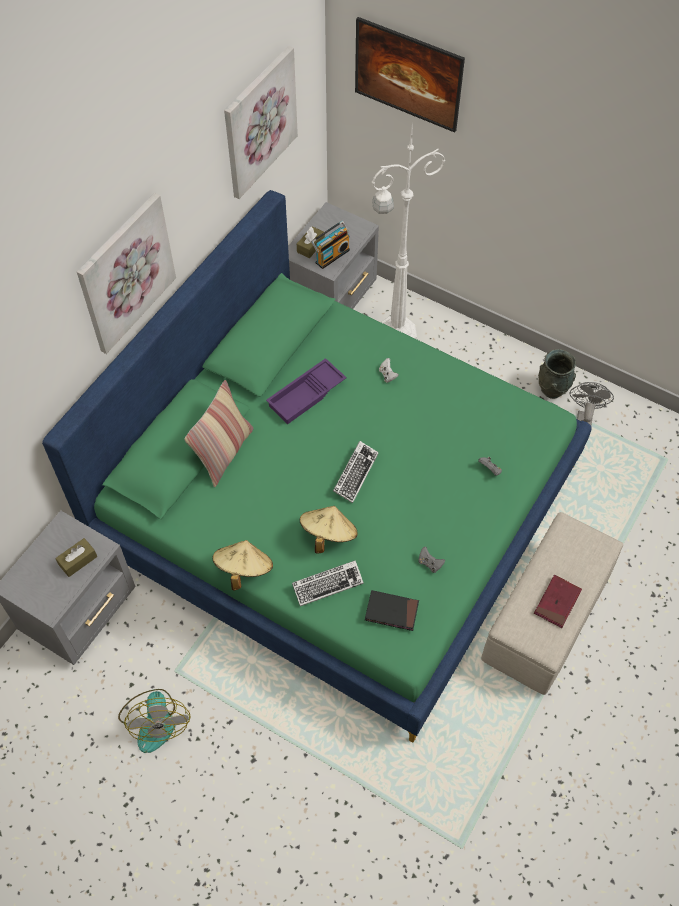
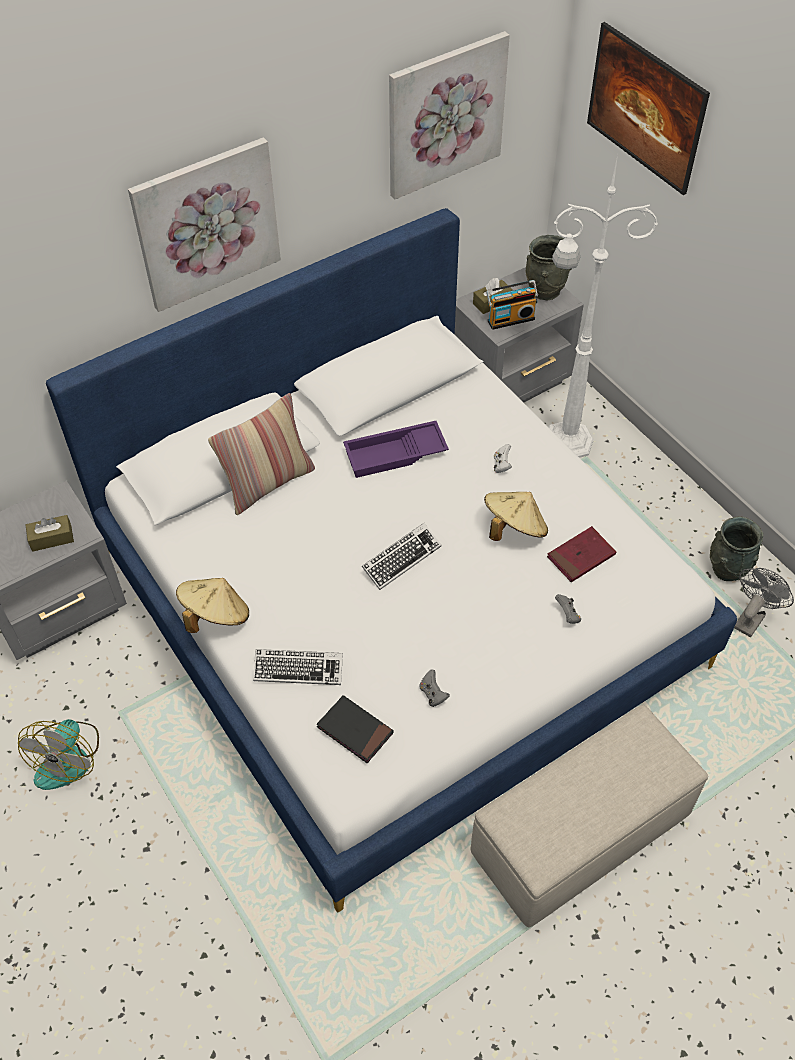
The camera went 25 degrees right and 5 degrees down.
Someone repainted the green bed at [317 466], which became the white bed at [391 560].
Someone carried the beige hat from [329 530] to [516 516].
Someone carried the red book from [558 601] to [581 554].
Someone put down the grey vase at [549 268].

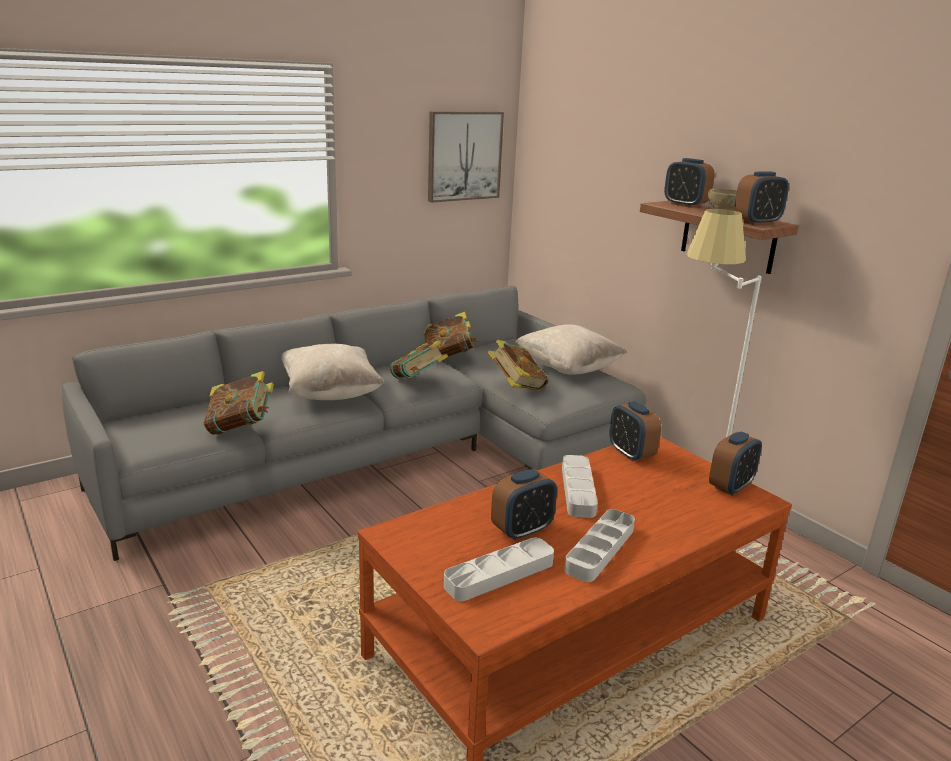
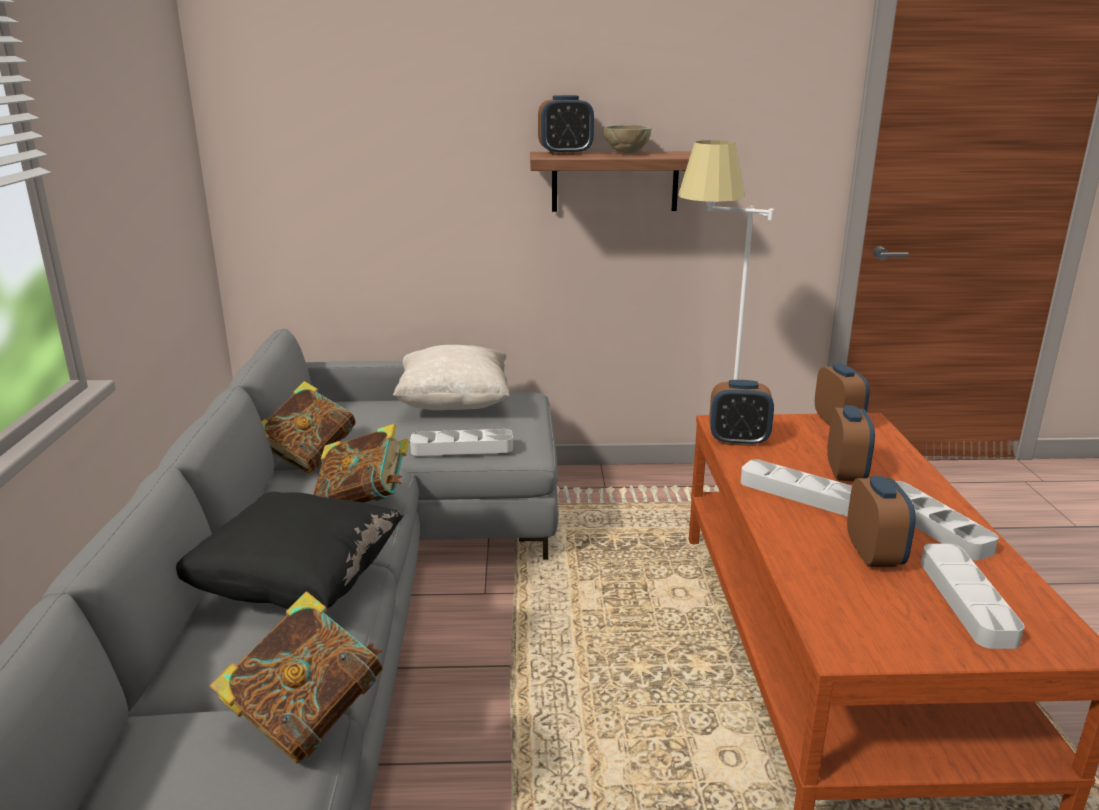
The camera went 55 degrees left and 0 degrees up.
Someone repainted the beige pillow at [332 372], which became the black pillow at [290 550].
Someone took away the picture at [466 157].
Someone swapped the book at [518 365] for the grey tray at [461 442].
Someone carried the alarm clock from [761 198] to [851 443].

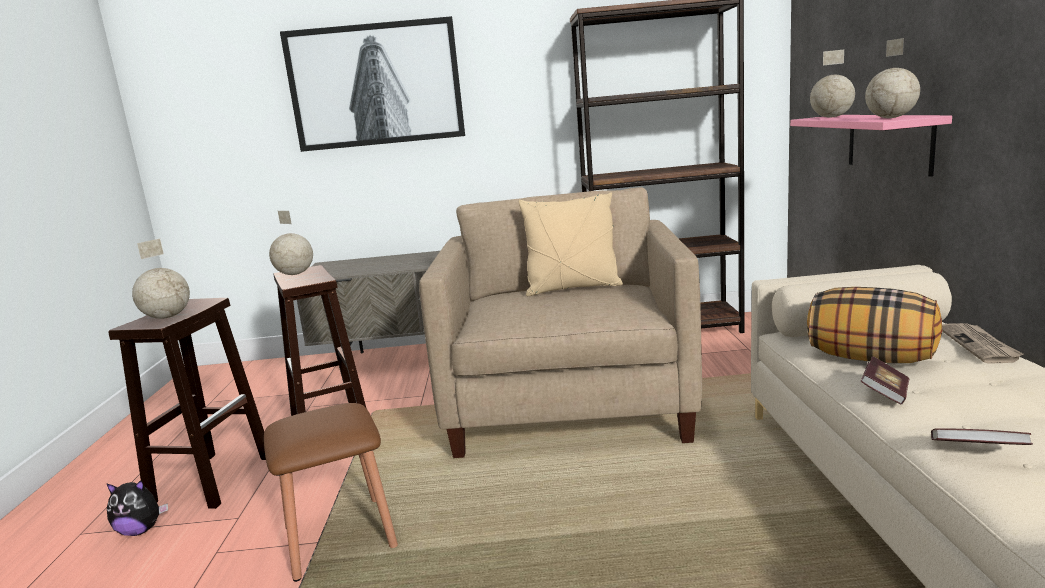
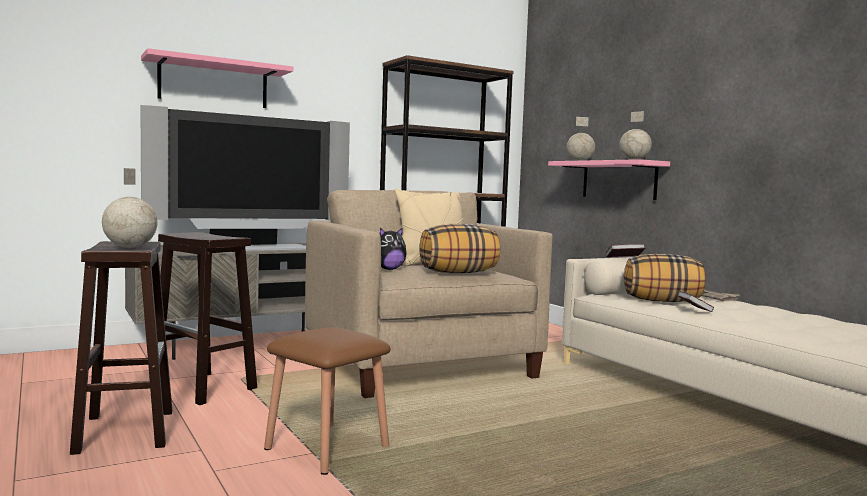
The camera went 30 degrees left and 10 degrees down.
Someone carried the plush toy from [137 508] to [393 248].
Someone took away the globe at [291 243].
Someone swapped the picture at [372 84] for the pink shelf at [217 78].
Someone carried the book from [982 436] to [625 250].
Someone put down the television at [245 178].
Someone put down the pillow at [459 248].

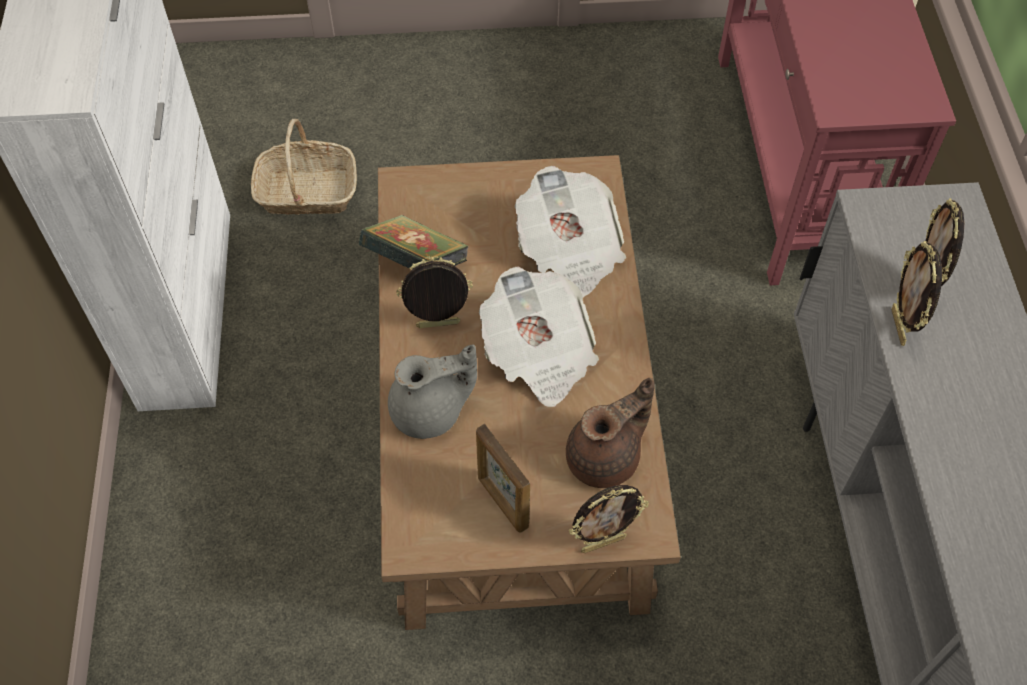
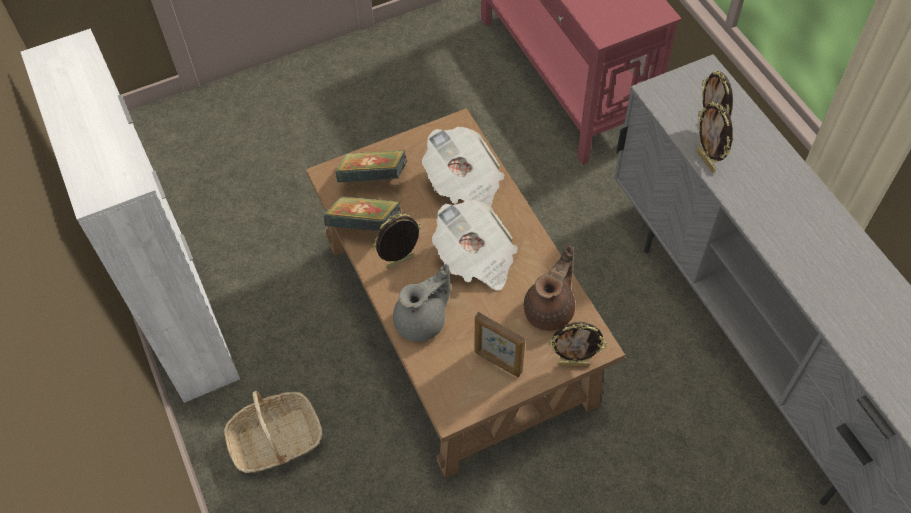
The camera went 20 degrees left and 0 degrees up.
Someone carried the basket from [304 167] to [273 432].
Someone rotated the picture frame at [608 519] by 45 degrees clockwise.
Someone put down the book at [371 166].

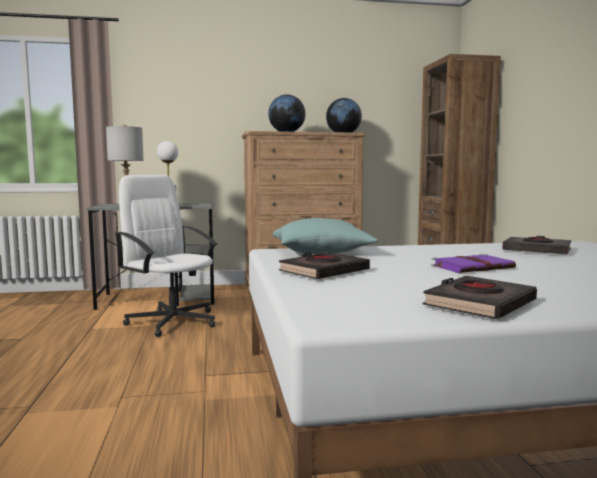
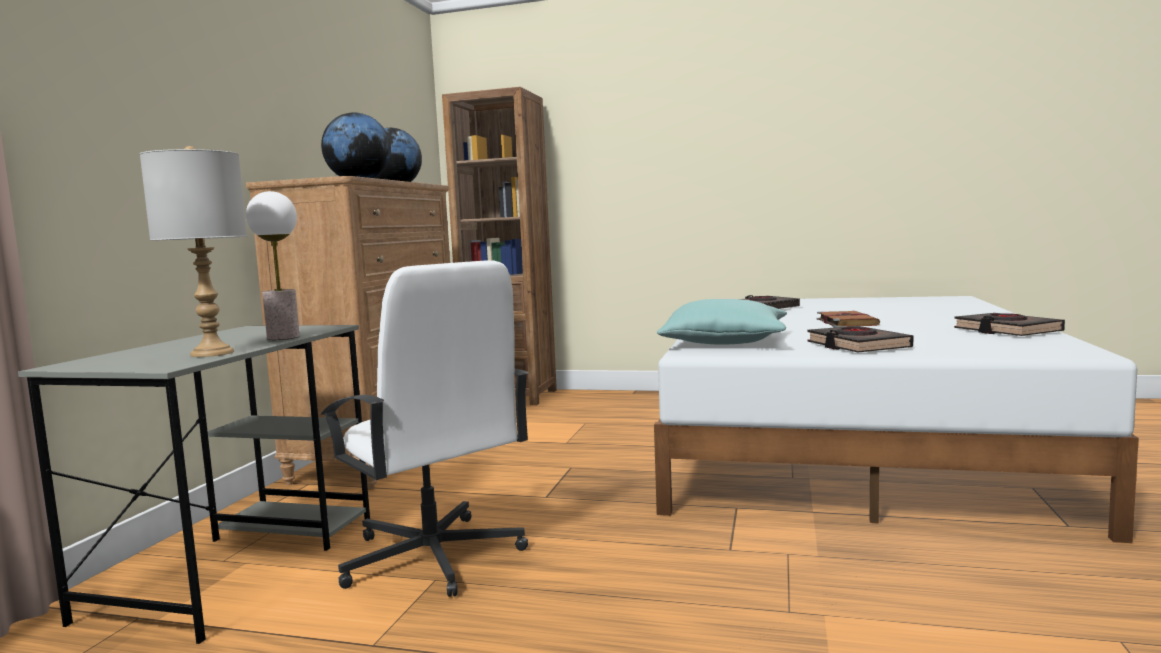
The camera went 65 degrees left and 0 degrees up.
Someone rotated the white office chair at [166 256] by 105 degrees counterclockwise.
Someone repainted the purple book at [473 263], which became the brown book at [848 319].

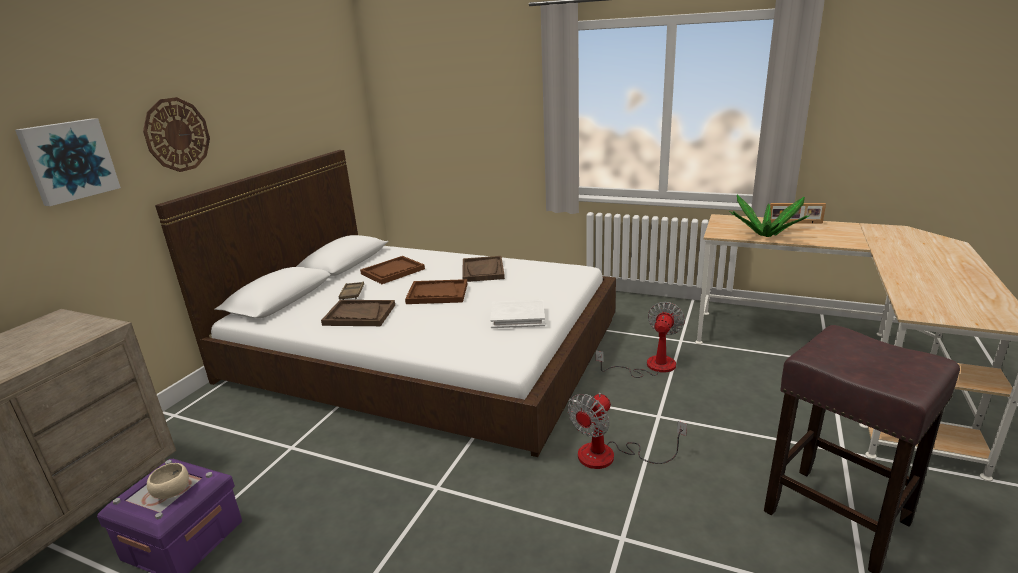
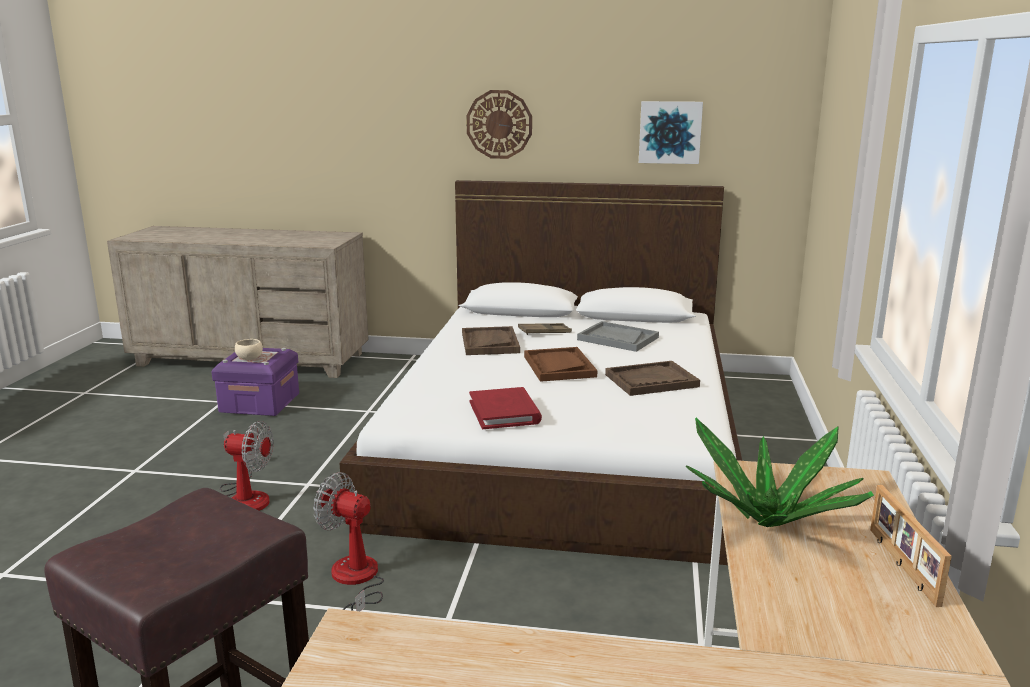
The camera went 75 degrees right and 5 degrees down.
Someone carried the picture from [68 162] to [671 132].
Someone repainted the brown tray at [392 270], which became the grey tray at [618 336].
Someone repainted the white book at [517 313], which became the red book at [505 408].
Someone carried the fan from [640 340] to [247 466].

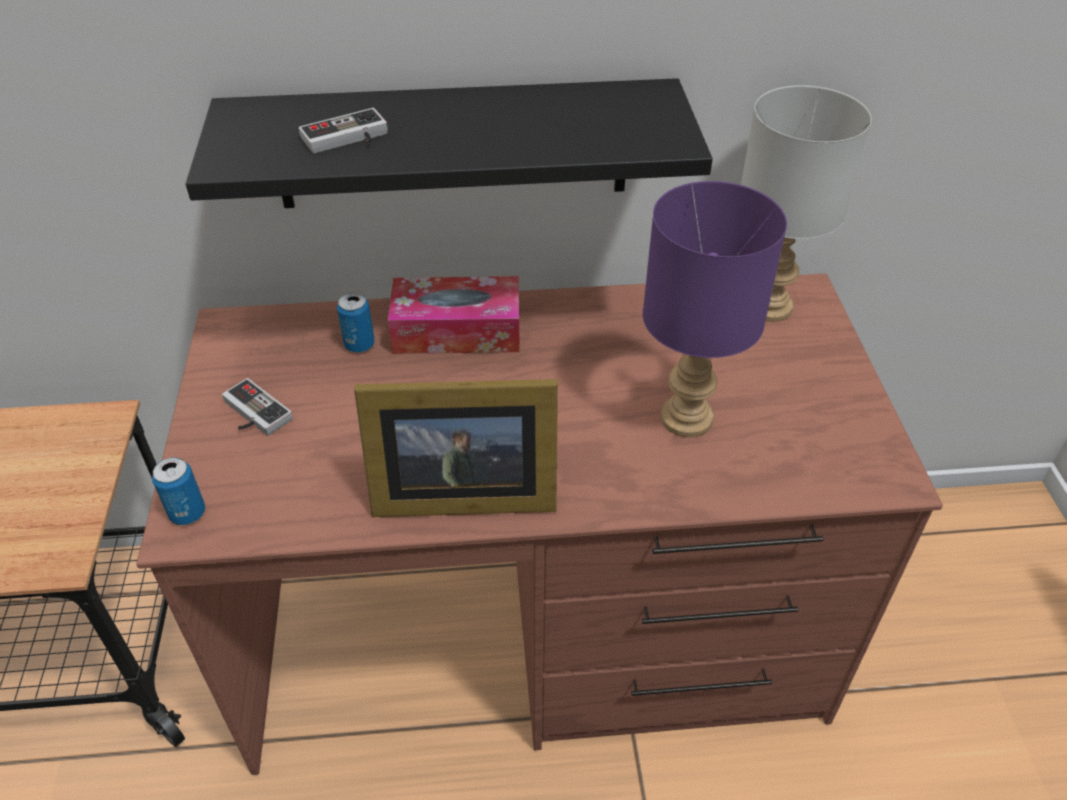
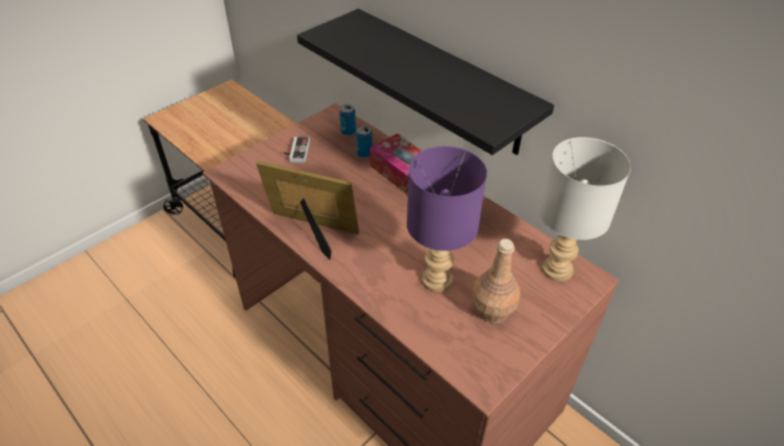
The camera went 50 degrees right and 0 degrees up.
Someone carried the can from [178 491] to [347 120].
Someone took away the game controller at [343 131].
Someone rotated the picture frame at [456 448] by 150 degrees clockwise.
Someone put down the brown bottle at [496 281].

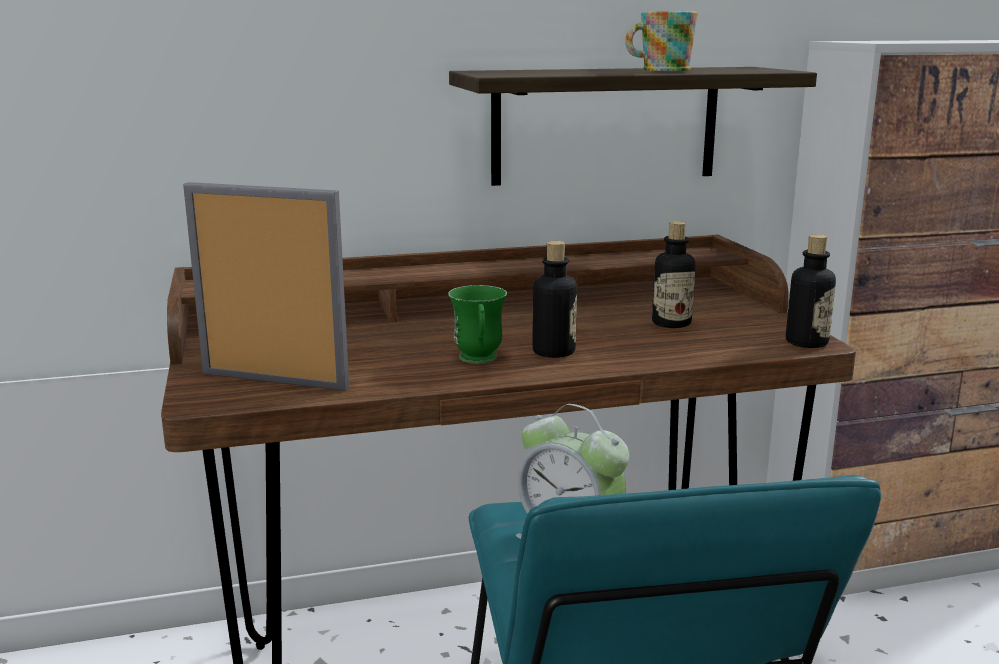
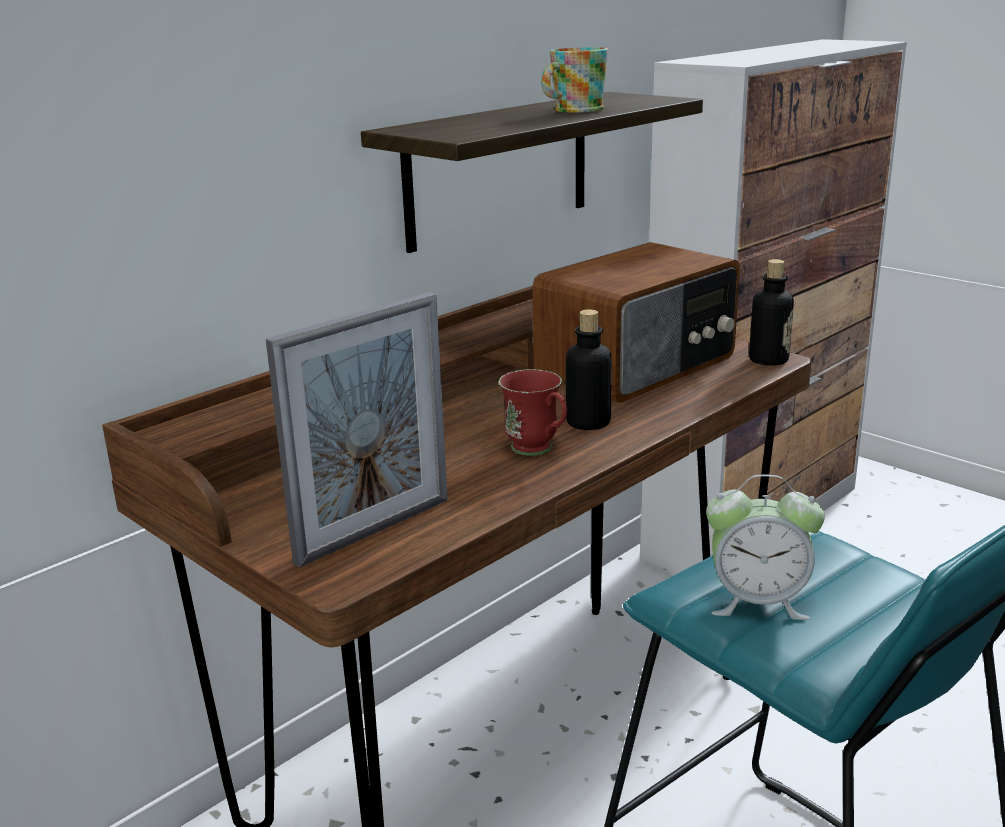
The camera went 30 degrees left and 5 degrees up.
Someone rotated the picture frame at [266 286] by 150 degrees clockwise.
Someone repainted the green mug at [477 324], which became the red mug at [533 412].
Someone swapped the bottle at [673 274] for the radio at [636 322].

